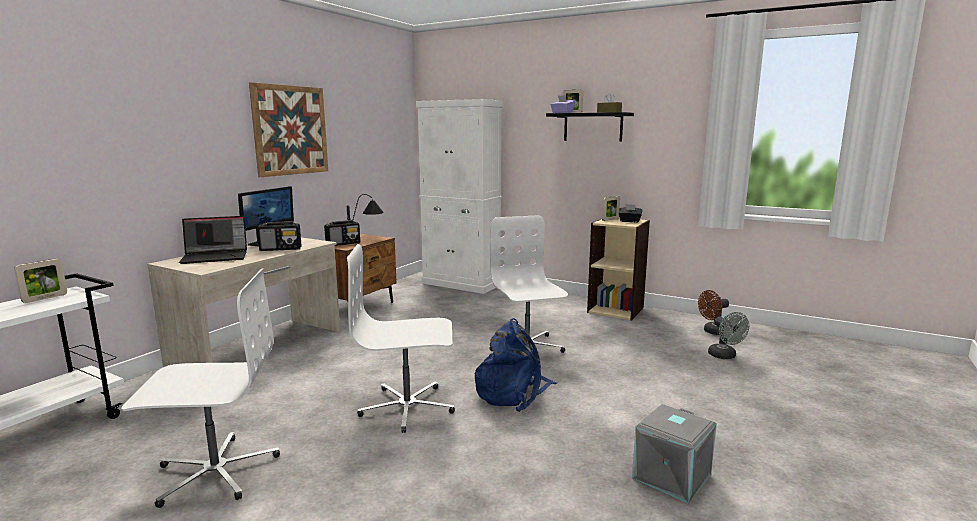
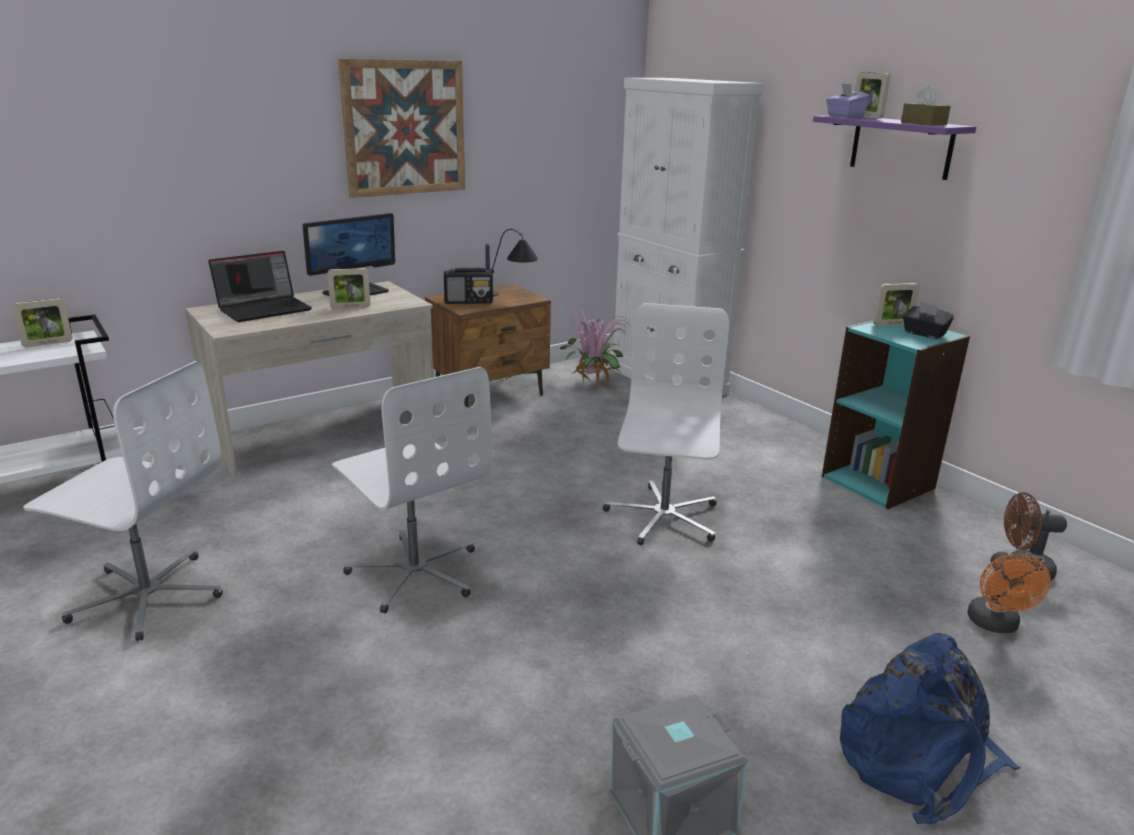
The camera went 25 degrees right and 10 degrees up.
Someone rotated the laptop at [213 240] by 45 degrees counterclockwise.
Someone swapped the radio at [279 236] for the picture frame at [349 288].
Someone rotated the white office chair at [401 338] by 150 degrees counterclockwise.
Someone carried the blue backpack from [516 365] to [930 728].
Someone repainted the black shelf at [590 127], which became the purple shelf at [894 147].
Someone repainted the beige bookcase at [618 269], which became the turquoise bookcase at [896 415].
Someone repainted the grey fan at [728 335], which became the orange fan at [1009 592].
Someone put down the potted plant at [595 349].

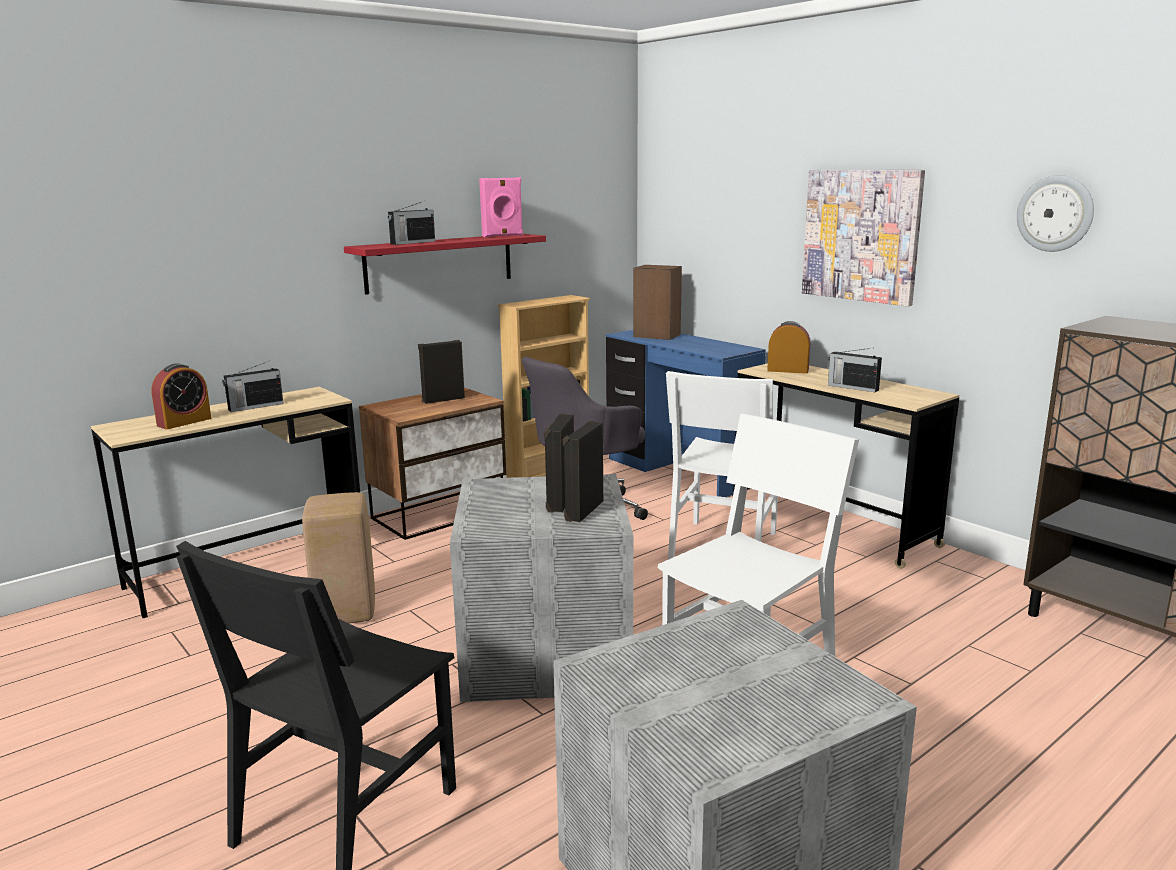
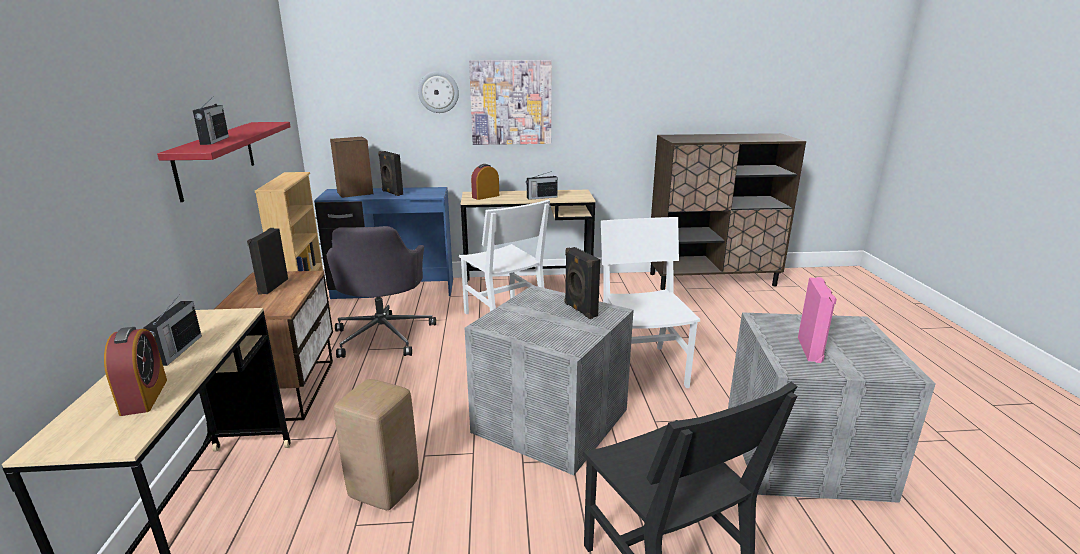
The camera went 55 degrees left and 5 degrees up.
Someone carried the pink speaker from [501 207] to [817 320].
Someone carried the black speaker from [559 463] to [390 173].
Someone carried the wall clock from [1055 213] to [438 92].

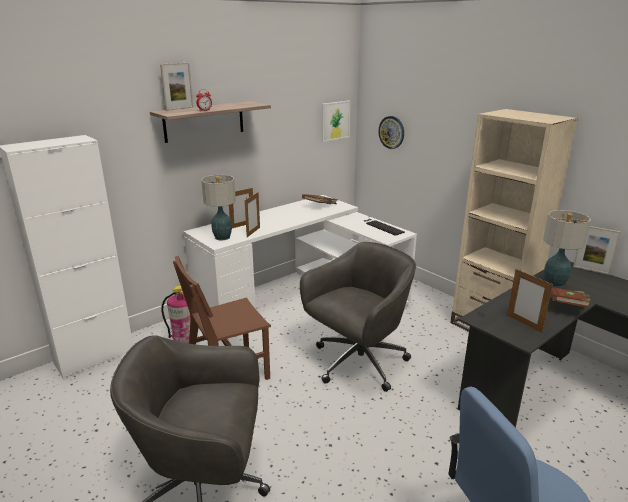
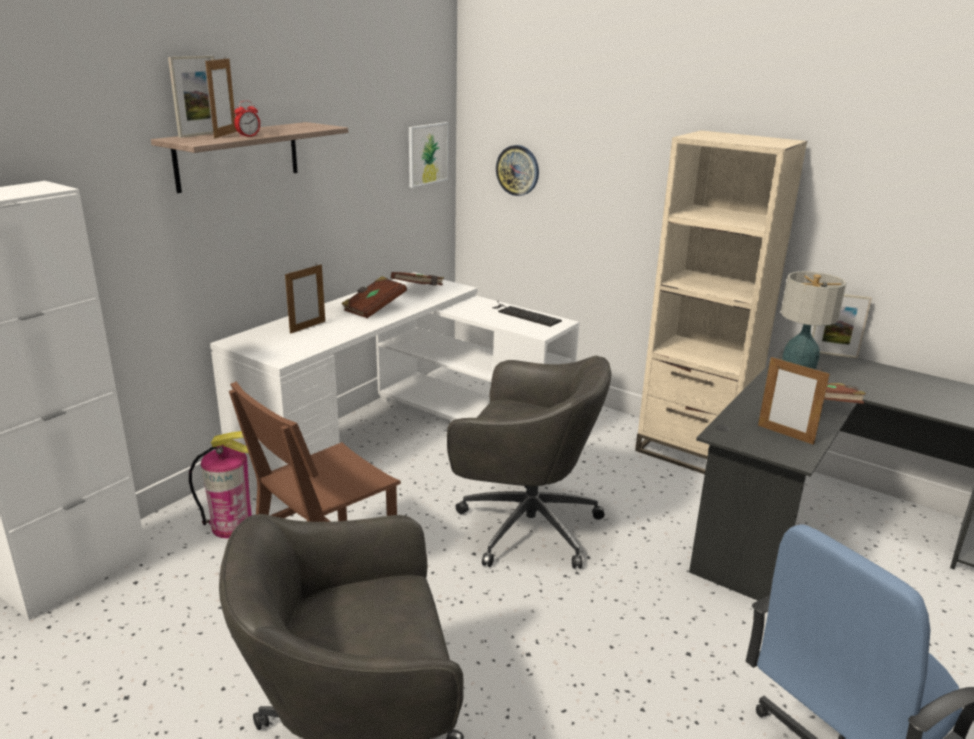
The camera went 15 degrees left and 0 degrees up.
Someone took away the table lamp at [219 208].
Someone carried the picture frame from [252 214] to [221 97].
Someone rotated the grey office chair at [358 317] by 75 degrees clockwise.
Someone put down the brown book at [374 297].

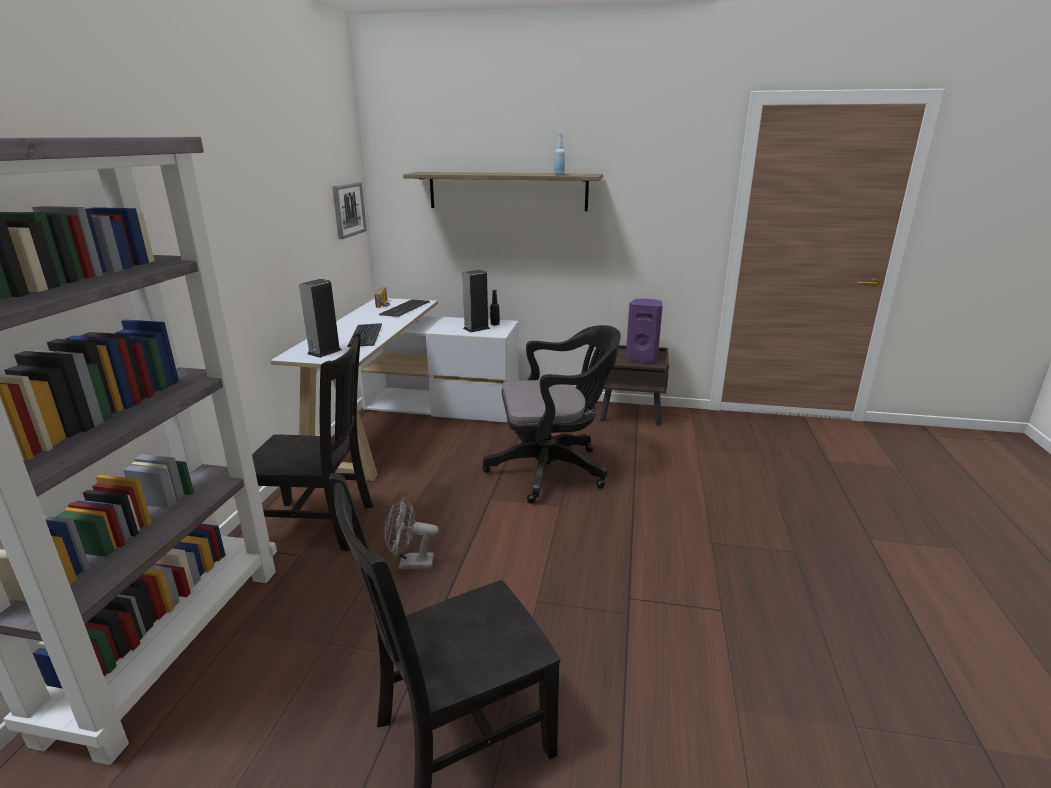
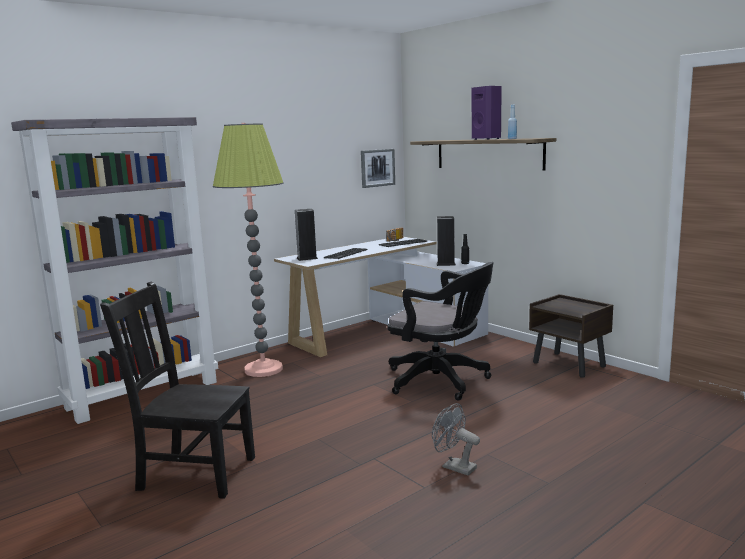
The camera went 40 degrees right and 10 degrees down.
Someone swapped the black chair at [312 441] for the floor lamp at [248 250].
Someone carried the grey fan from [411 533] to [456 439].
Someone carried the purple speaker from [644 330] to [487 113].

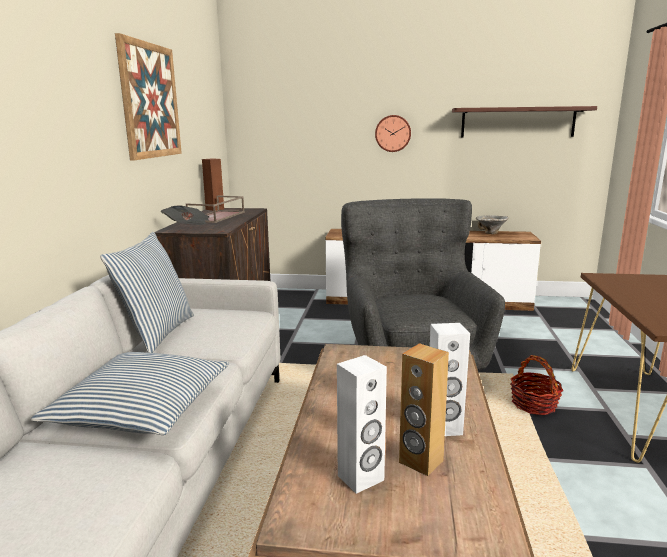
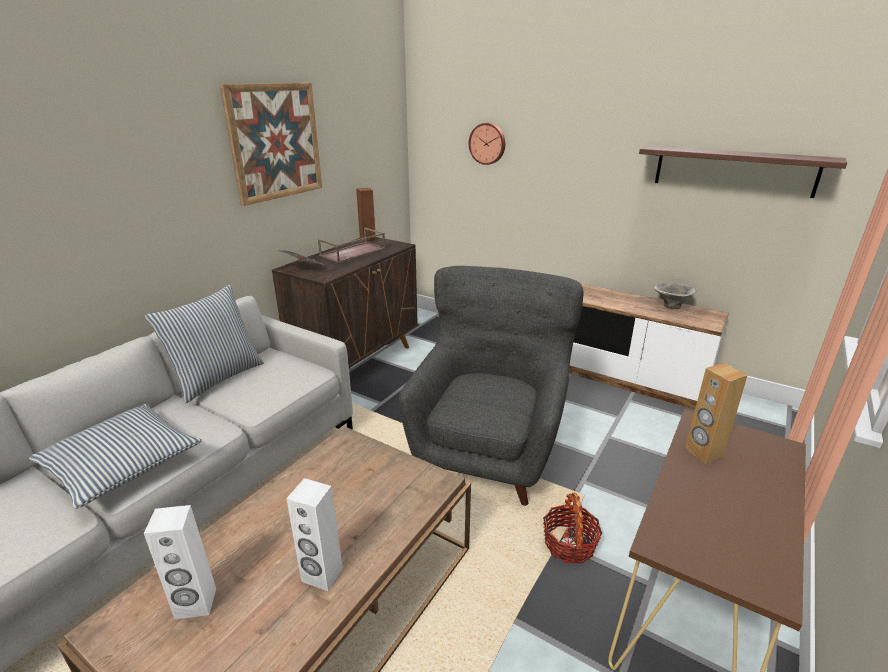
The camera went 25 degrees right and 10 degrees up.
Someone carried the wall clock from [393 133] to [487 144].
Someone carried the brown speaker from [424 409] to [716 413].

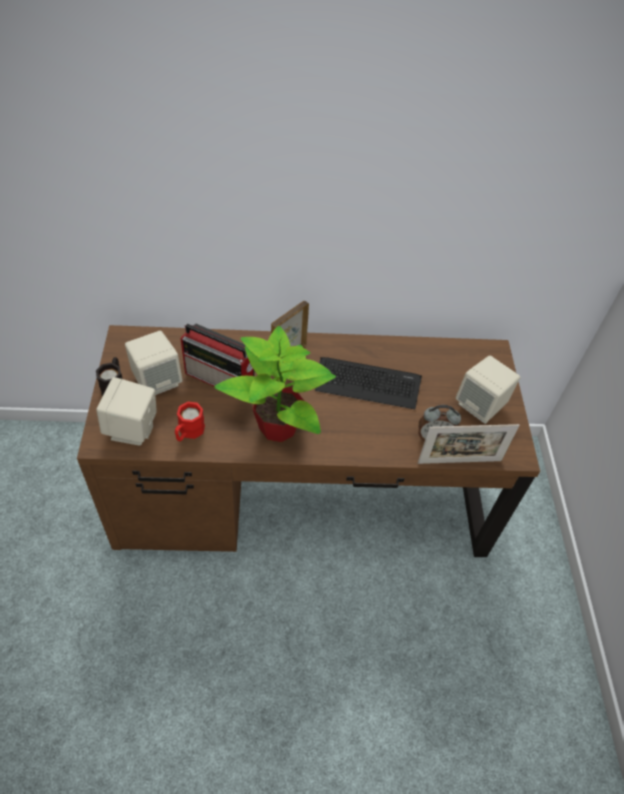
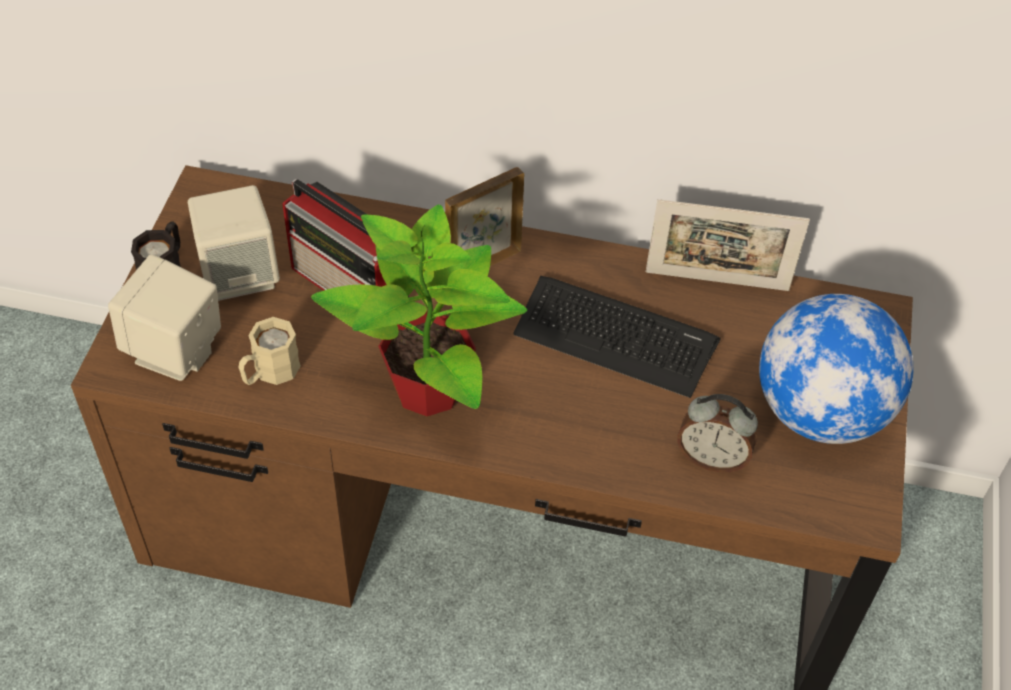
The camera went 15 degrees right and 0 degrees up.
Someone repainted the red mug at [190 421], which became the beige mug at [270 351].
Someone carried the picture frame from [469 444] to [728 245].
Someone swapped the beige speaker at [488 390] for the globe at [836 369].

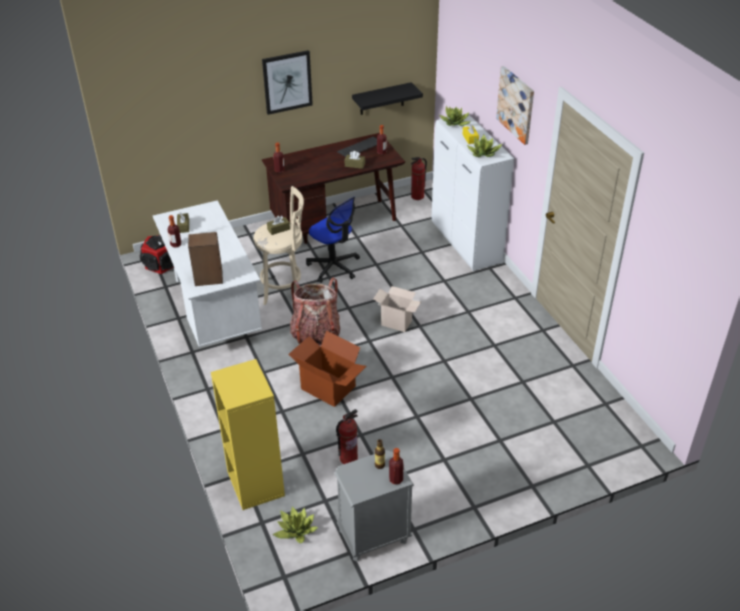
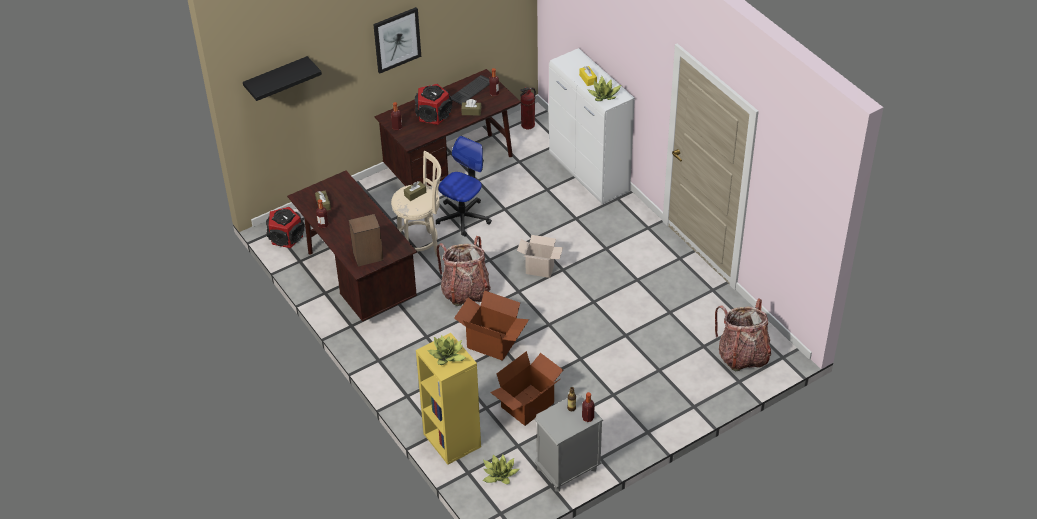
The camera went 10 degrees left and 5 degrees up.
Someone repainted the white desk at [207 273], which became the brown desk at [352 246].
Someone rotated the office chair at [333 240] by 90 degrees counterclockwise.
Someone swapped the fire extinguisher at [347 436] for the cardboard box at [526 388].
Someone carried the black shelf from [387 98] to [282 78].
Someone carried the potted plant from [455 116] to [446 350].
Someone took away the picture at [515 105].
Someone put down the speaker at [433 104].
Someone put down the backpack at [743 334].

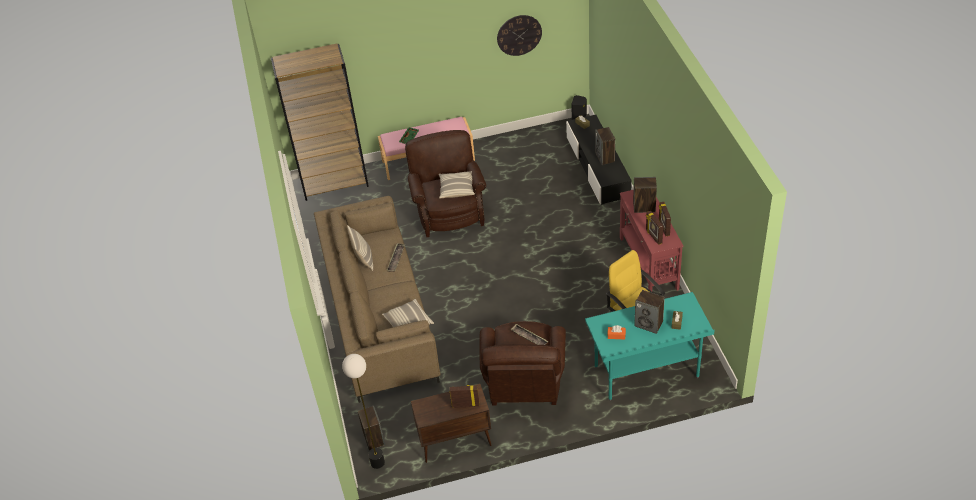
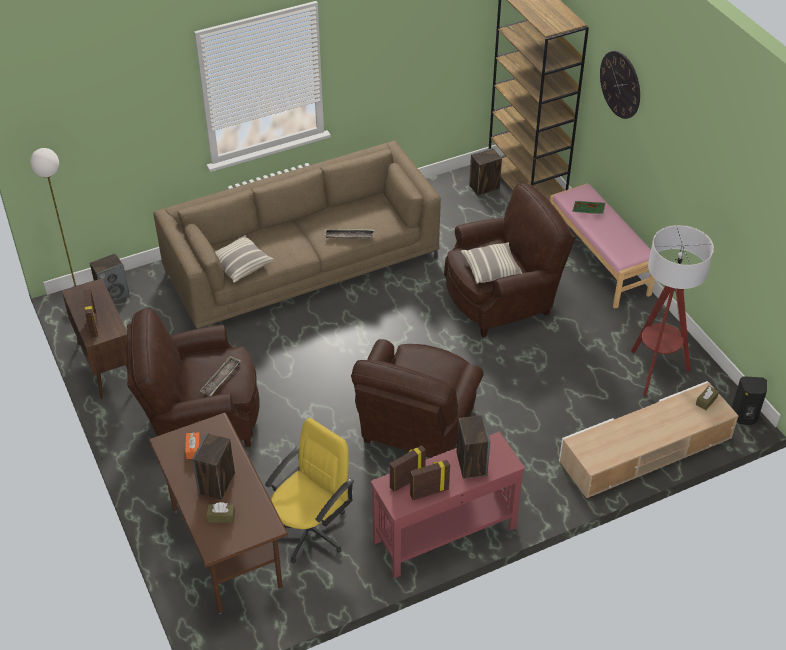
The camera went 75 degrees right and 0 degrees up.
Someone took away the pillow at [360 248].
Someone carried the wall clock from [519 35] to [620 85].
Someone repainted the black tv stand at [599 160], which became the beige tv stand at [649 440].
Someone repainted the turquoise desk at [650 346], which became the brown desk at [218 513].
Someone carried the speaker from [605 146] to [485 172].
Someone put down the brown armchair at [417 398].
Someone put down the floor lamp at [672 310].

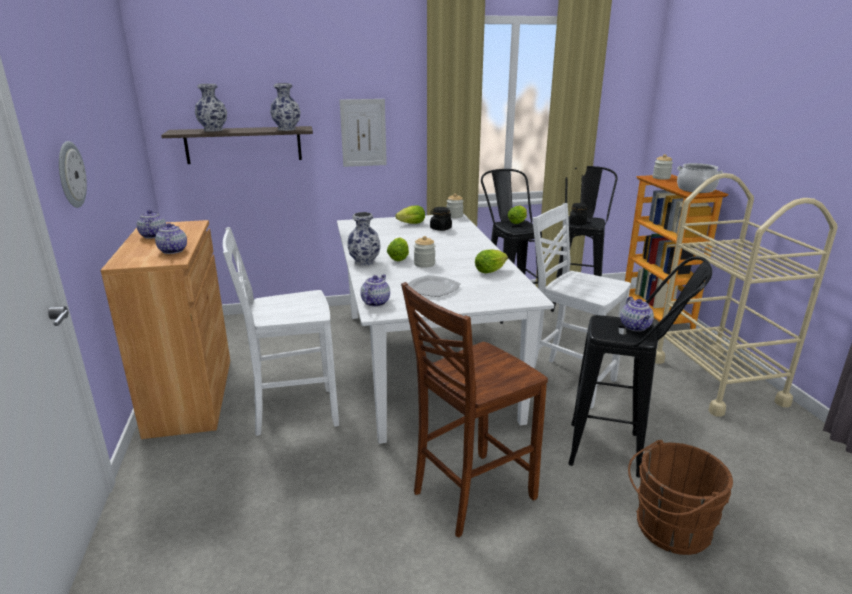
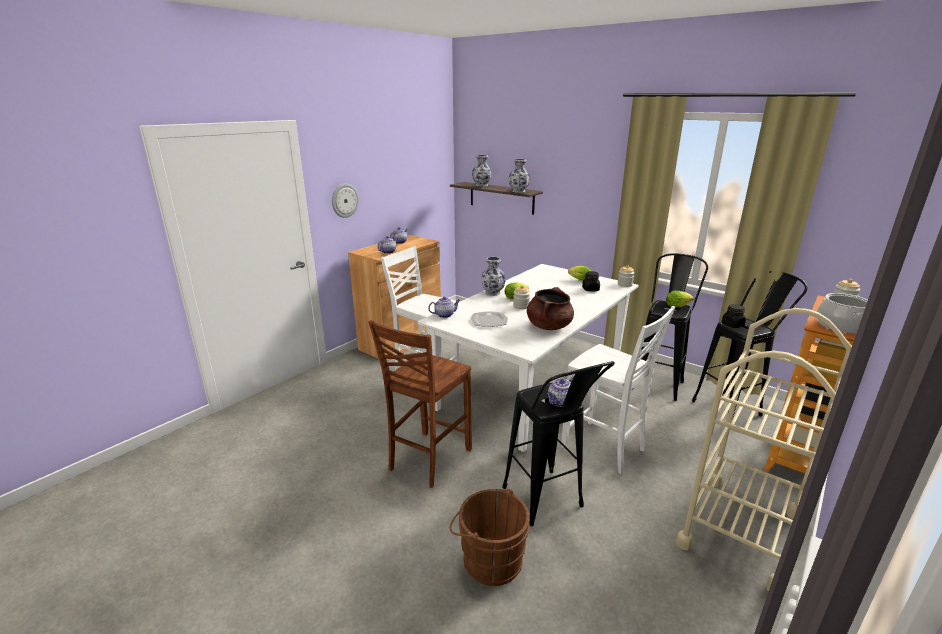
The camera went 50 degrees right and 0 degrees up.
Someone took away the picture at [363 133].
Someone rotated the brown chair at [474 409] by 75 degrees counterclockwise.
Someone swapped the lettuce at [491 261] for the brown cooking pot at [550 308].
Someone rotated the white chair at [581 306] by 135 degrees clockwise.

